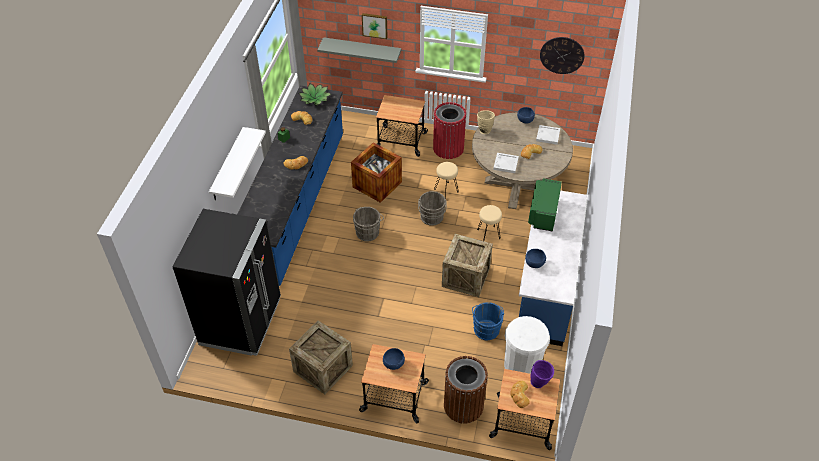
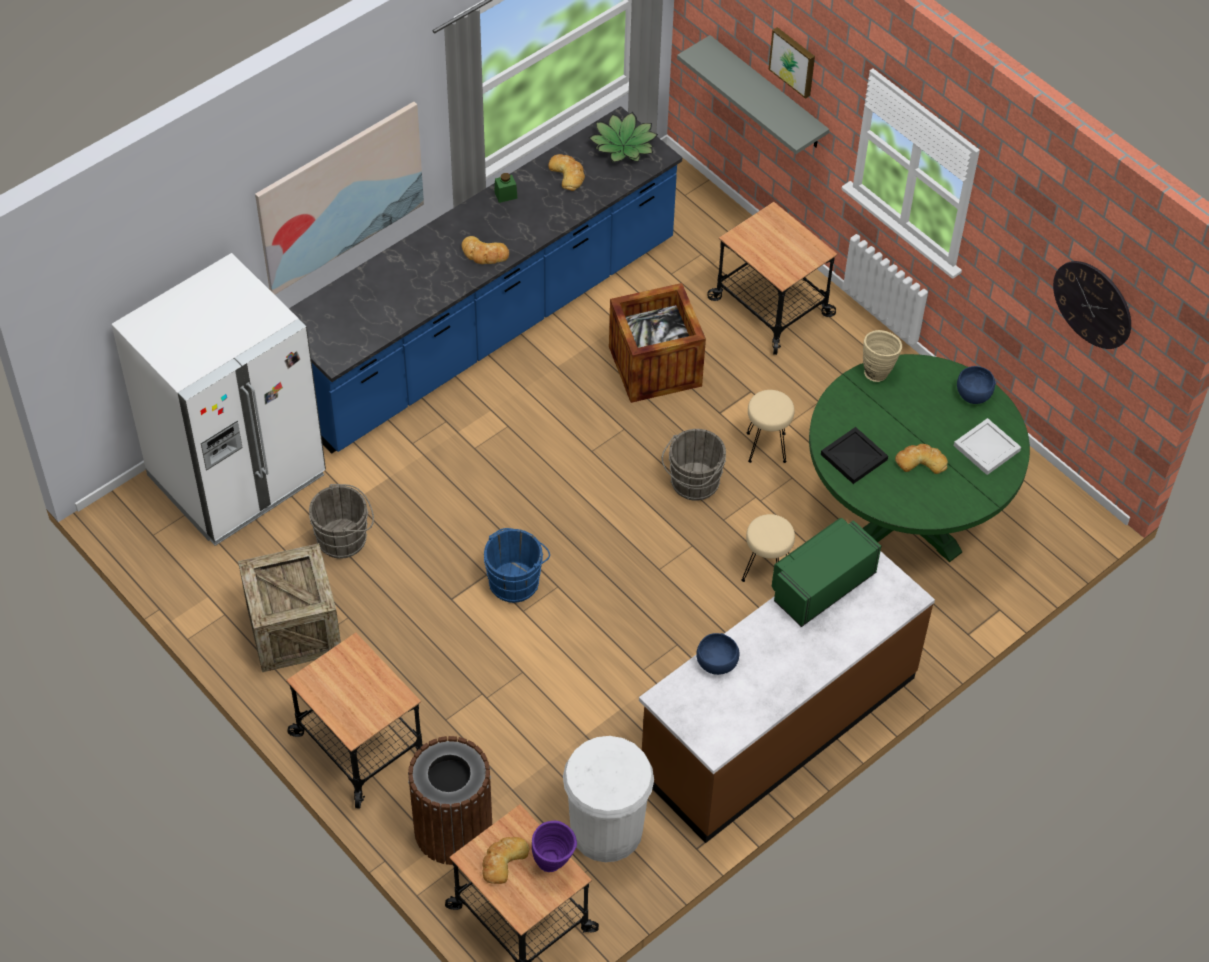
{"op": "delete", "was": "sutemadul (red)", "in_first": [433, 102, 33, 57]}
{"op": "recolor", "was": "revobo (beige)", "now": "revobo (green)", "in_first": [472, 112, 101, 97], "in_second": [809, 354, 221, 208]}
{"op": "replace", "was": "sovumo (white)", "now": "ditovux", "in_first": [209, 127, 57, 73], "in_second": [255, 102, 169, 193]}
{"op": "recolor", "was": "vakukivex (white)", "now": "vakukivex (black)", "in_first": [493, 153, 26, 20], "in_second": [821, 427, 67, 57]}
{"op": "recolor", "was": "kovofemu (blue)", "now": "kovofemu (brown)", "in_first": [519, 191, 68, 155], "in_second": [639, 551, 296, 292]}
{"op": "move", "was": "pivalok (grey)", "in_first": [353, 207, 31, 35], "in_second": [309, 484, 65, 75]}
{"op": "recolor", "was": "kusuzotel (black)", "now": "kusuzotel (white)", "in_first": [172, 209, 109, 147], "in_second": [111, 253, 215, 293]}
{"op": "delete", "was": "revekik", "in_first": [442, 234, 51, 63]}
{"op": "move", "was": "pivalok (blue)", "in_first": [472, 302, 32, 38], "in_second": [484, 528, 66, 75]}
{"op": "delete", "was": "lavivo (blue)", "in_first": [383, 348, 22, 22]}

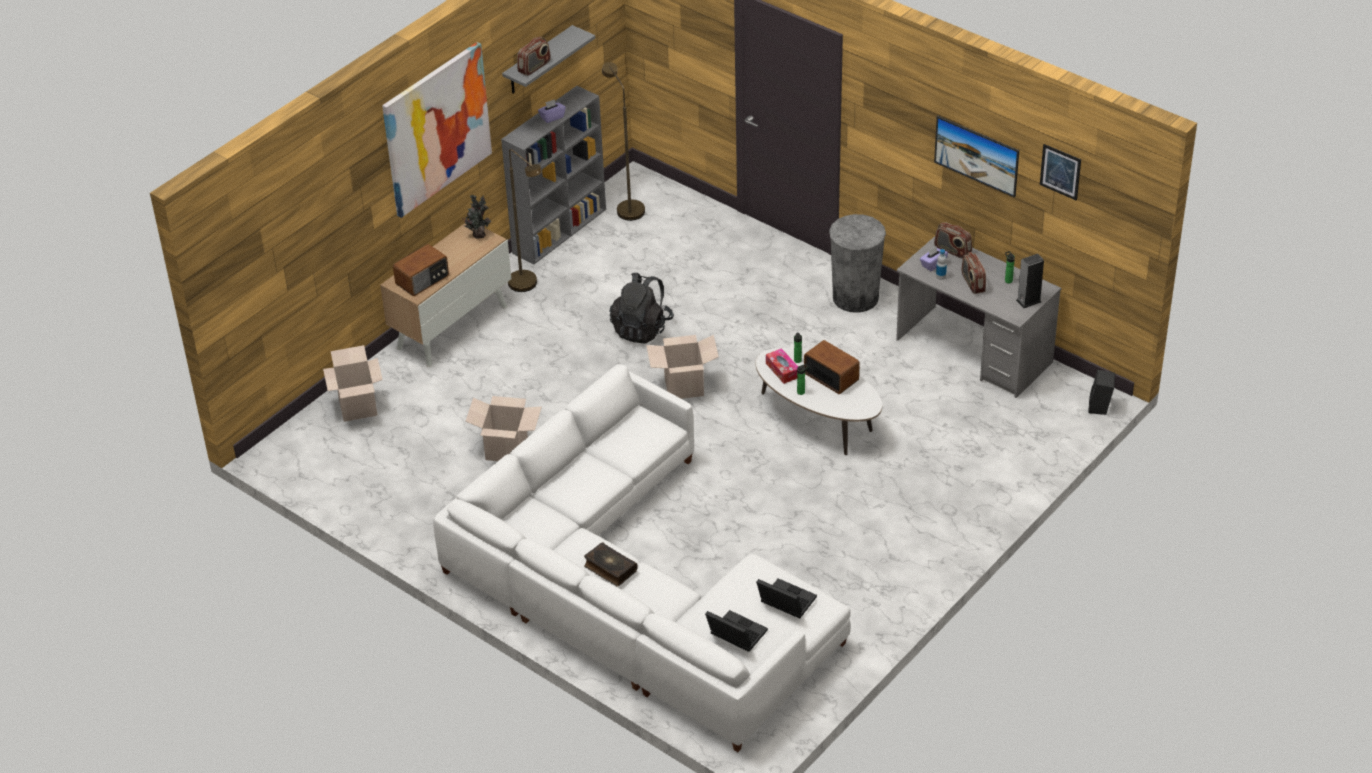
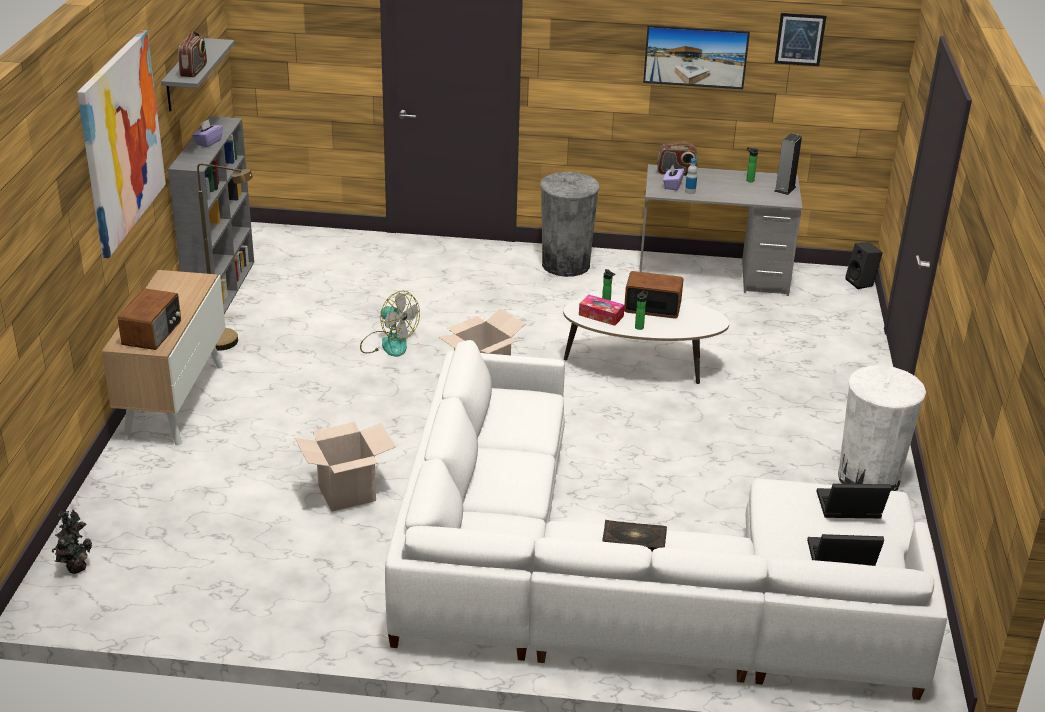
{"op": "delete", "was": "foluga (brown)", "in_first": [602, 62, 43, 159]}
{"op": "move", "was": "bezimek", "in_first": [463, 195, 28, 44], "in_second": [52, 509, 40, 65]}
{"op": "delete", "was": "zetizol", "in_first": [962, 252, 24, 42]}
{"op": "replace", "was": "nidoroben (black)", "now": "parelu", "in_first": [610, 273, 64, 71], "in_second": [360, 291, 60, 66]}
{"op": "delete", "was": "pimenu", "in_first": [323, 345, 60, 77]}
{"op": "insert", "now": "sutemadul (white)", "in_second": [838, 365, 88, 126]}

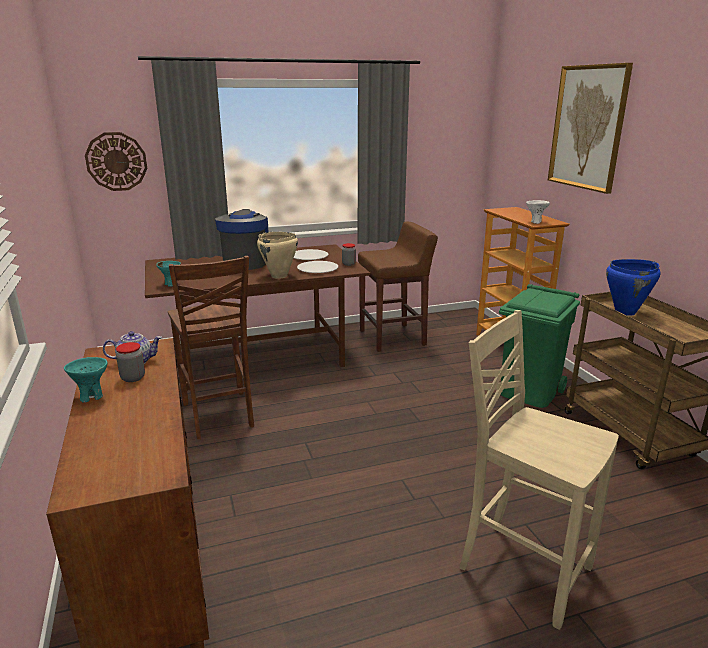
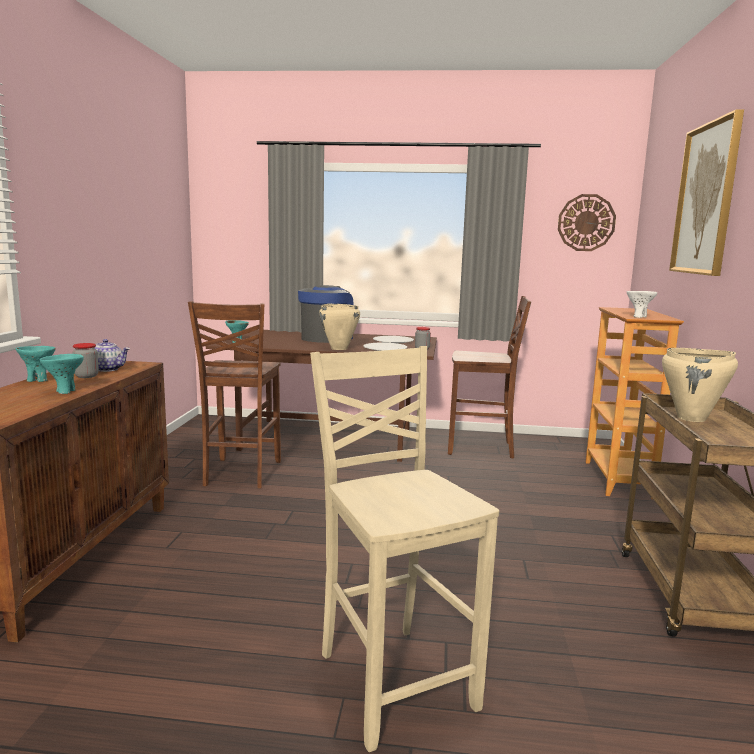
{"op": "move", "was": "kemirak", "in_first": [85, 132, 62, 59], "in_second": [558, 194, 58, 57]}
{"op": "replace", "was": "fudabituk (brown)", "now": "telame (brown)", "in_first": [358, 222, 80, 130], "in_second": [448, 296, 83, 163]}
{"op": "recolor", "was": "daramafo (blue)", "now": "daramafo (beige)", "in_first": [606, 259, 55, 57], "in_second": [662, 348, 76, 74]}
{"op": "delete", "was": "sutemadul (green)", "in_first": [499, 284, 81, 124]}
{"op": "insert", "now": "lavivo (turquoise)", "in_second": [40, 354, 44, 40]}

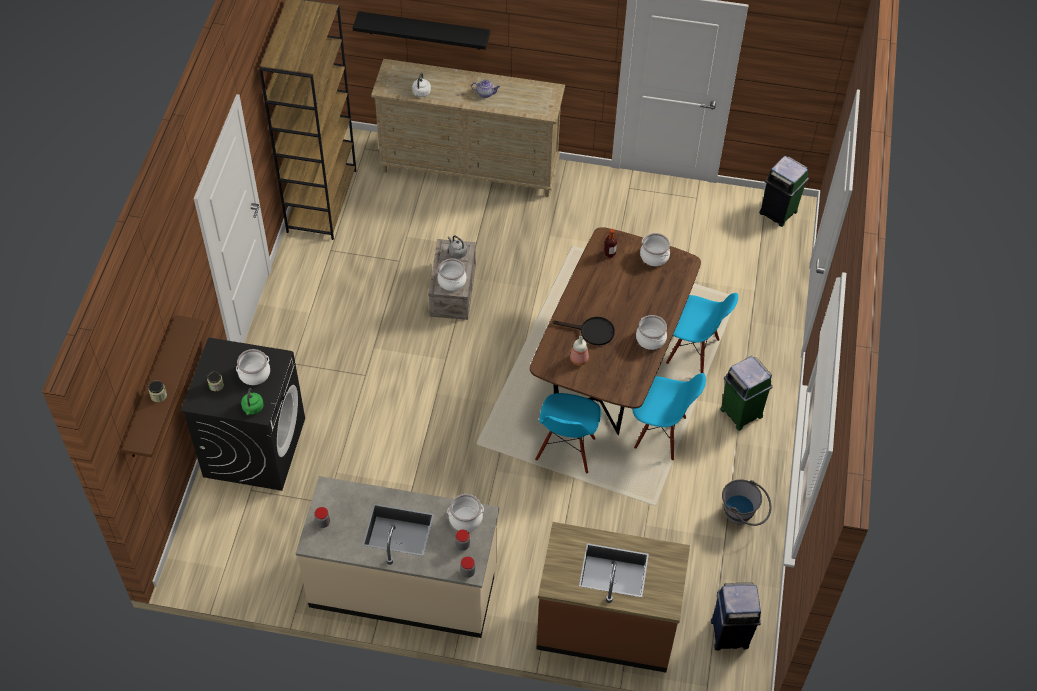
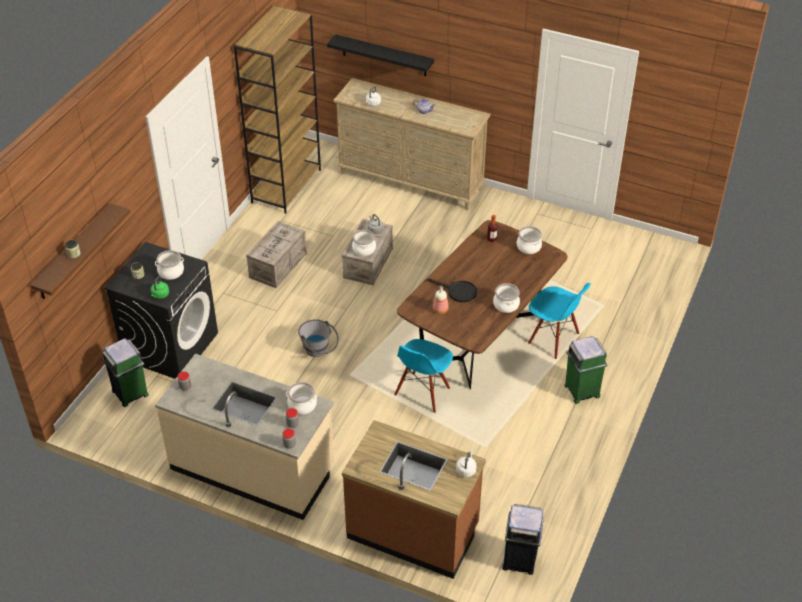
{"op": "move", "was": "sutemadul (green)", "in_first": [759, 156, 50, 71], "in_second": [102, 338, 47, 69]}
{"op": "delete", "was": "telame (blue)", "in_first": [632, 373, 74, 87]}
{"op": "move", "was": "pivalok (grey)", "in_first": [722, 479, 49, 47], "in_second": [298, 319, 41, 38]}
{"op": "insert", "now": "revekik", "in_second": [246, 221, 61, 67]}
{"op": "insert", "now": "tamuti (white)", "in_second": [456, 451, 21, 26]}

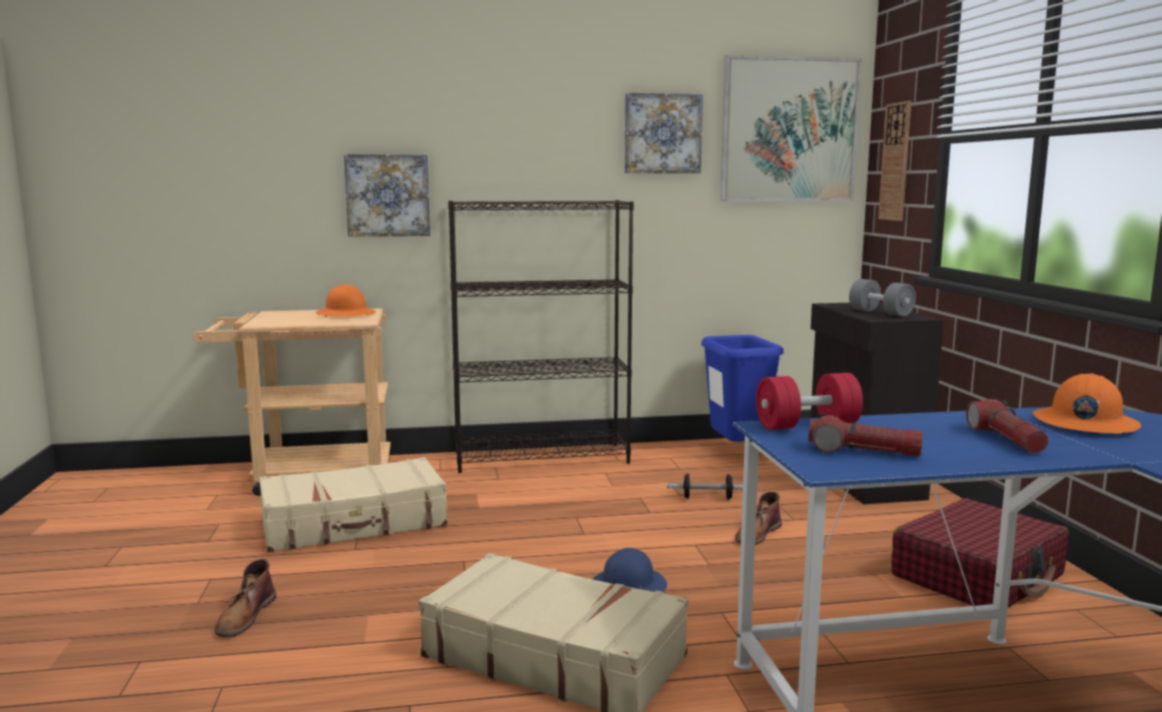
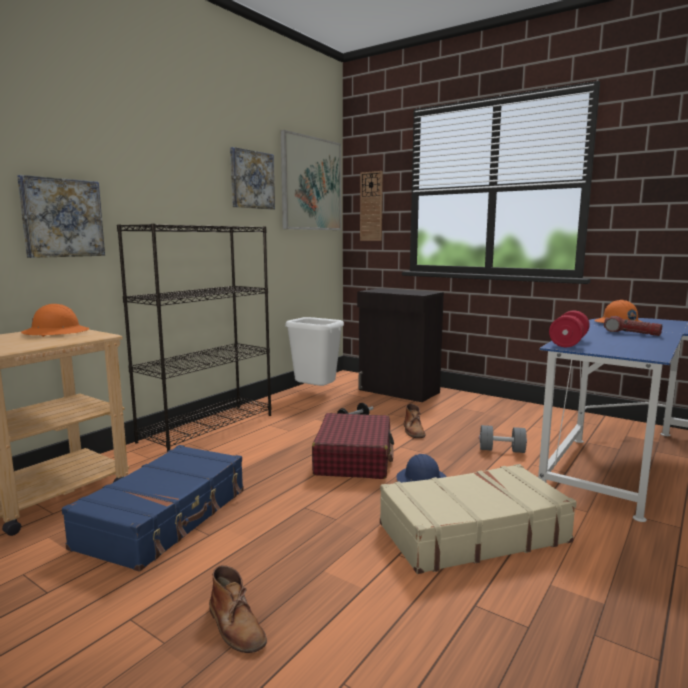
{"op": "move", "was": "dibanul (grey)", "in_first": [849, 279, 67, 38], "in_second": [479, 425, 48, 28]}
{"op": "recolor", "was": "sutemadul (blue)", "now": "sutemadul (white)", "in_first": [701, 335, 83, 107], "in_second": [285, 317, 59, 69]}
{"op": "delete", "was": "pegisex", "in_first": [809, 414, 114, 43]}
{"op": "recolor", "was": "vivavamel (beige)", "now": "vivavamel (blue)", "in_first": [259, 457, 189, 96], "in_second": [62, 445, 182, 127]}
{"op": "move", "was": "vivavamel (red)", "in_first": [891, 498, 177, 109], "in_second": [312, 413, 82, 66]}

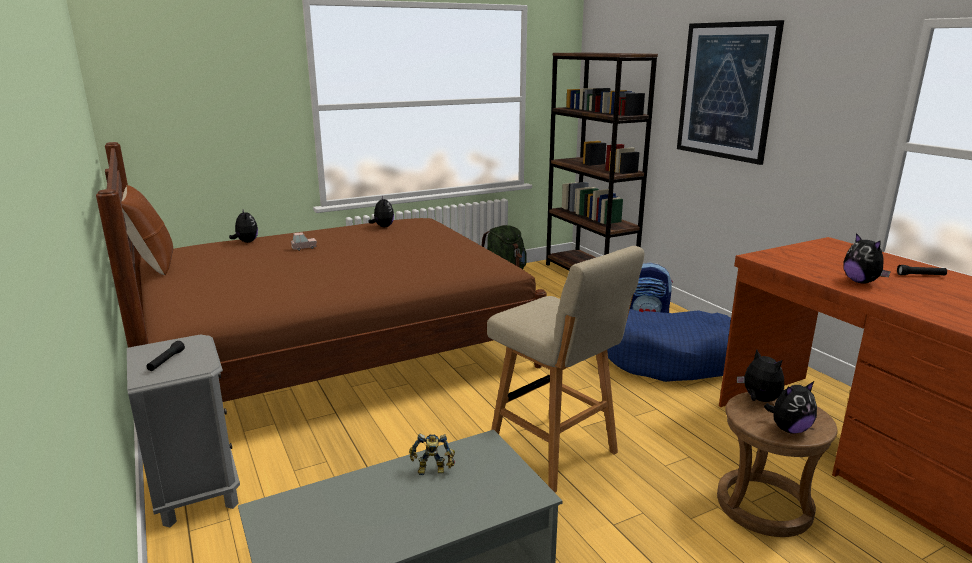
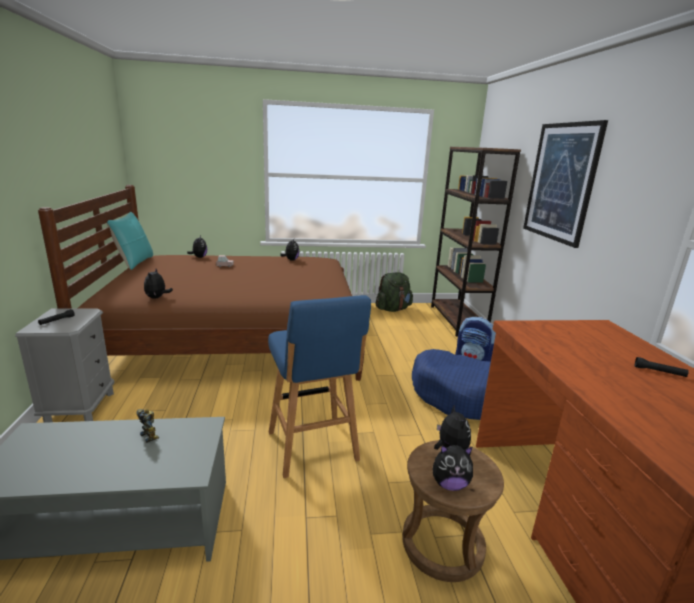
{"op": "recolor", "was": "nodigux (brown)", "now": "nodigux (turquoise)", "in_first": [121, 185, 52, 90], "in_second": [107, 212, 46, 58]}
{"op": "move", "was": "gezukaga", "in_first": [843, 233, 48, 51], "in_second": [144, 269, 29, 30]}
{"op": "recolor", "was": "fudabituk (beige)", "now": "fudabituk (blue)", "in_first": [487, 246, 157, 246], "in_second": [268, 295, 103, 183]}
{"op": "rotate", "was": "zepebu", "in_first": [409, 434, 46, 41], "in_second": [136, 409, 23, 34], "clockwise": -150}

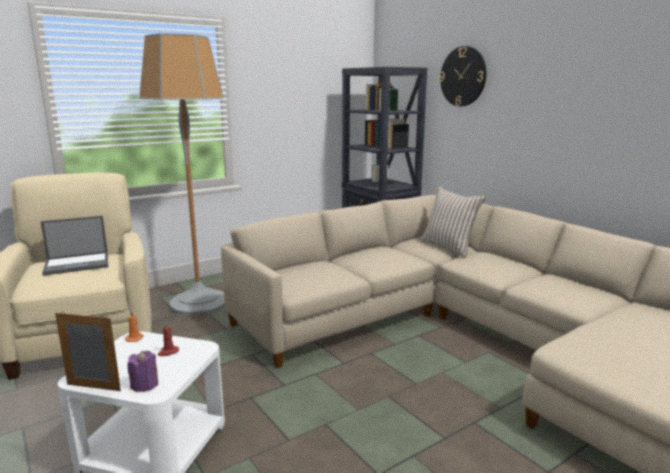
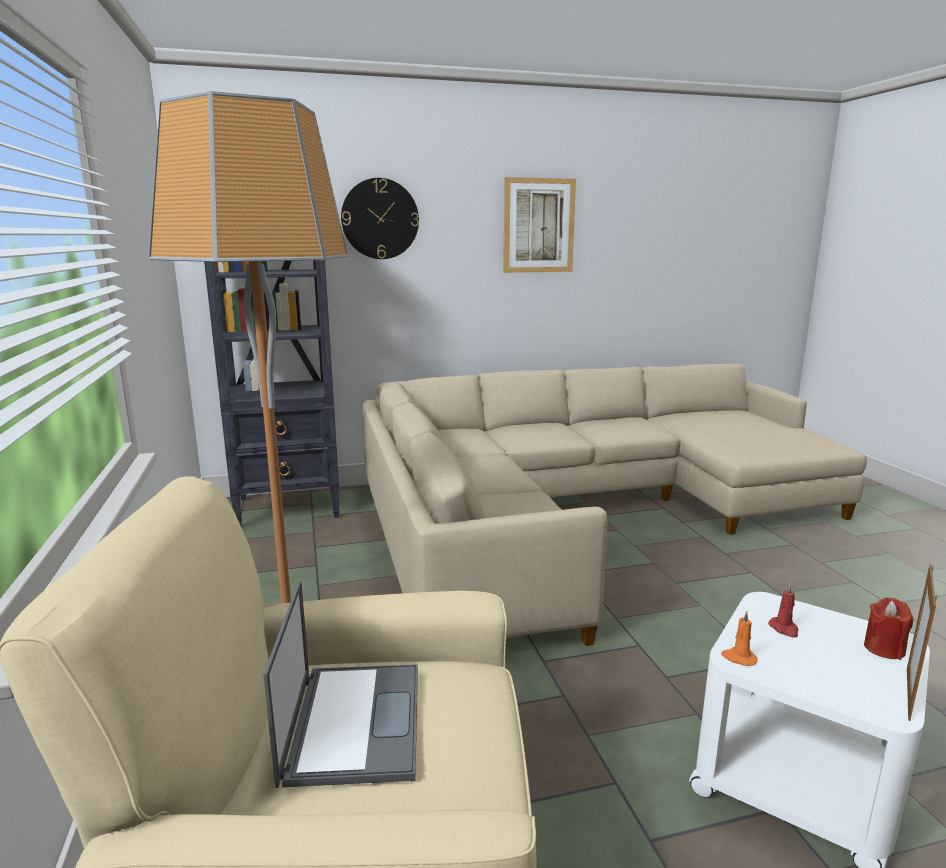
{"op": "delete", "was": "nodigux (beige)", "in_first": [420, 186, 66, 72]}
{"op": "recolor", "was": "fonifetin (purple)", "now": "fonifetin (red)", "in_first": [127, 351, 31, 41], "in_second": [864, 598, 49, 62]}
{"op": "insert", "now": "ditovux", "in_second": [503, 177, 73, 96]}

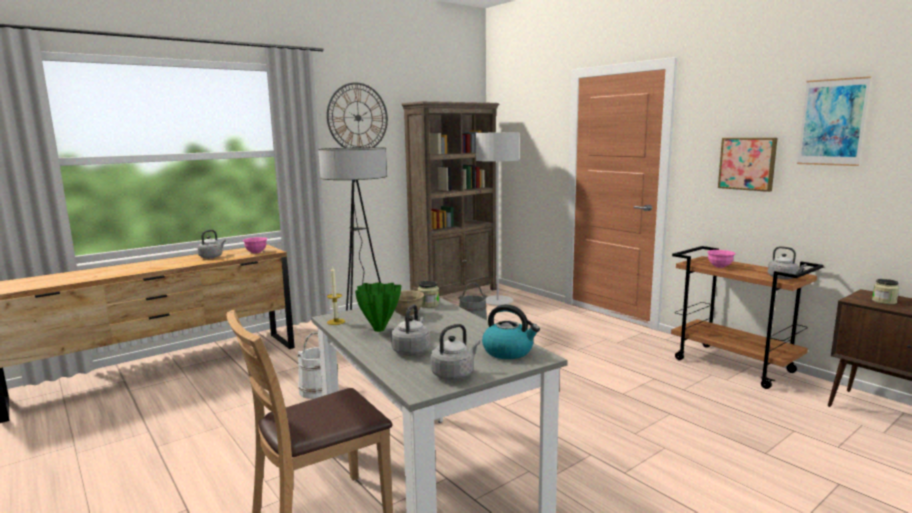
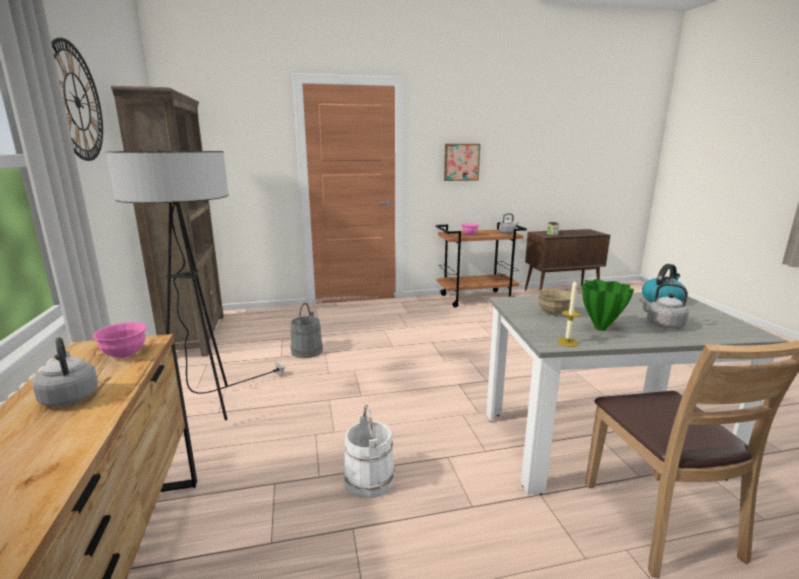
{"op": "delete", "was": "ditovux", "in_first": [797, 76, 74, 90]}
{"op": "delete", "was": "foluga (grey)", "in_first": [476, 132, 44, 173]}
{"op": "delete", "was": "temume", "in_first": [417, 281, 22, 27]}
{"op": "delete", "was": "tamuti (grey)", "in_first": [431, 324, 49, 56]}

